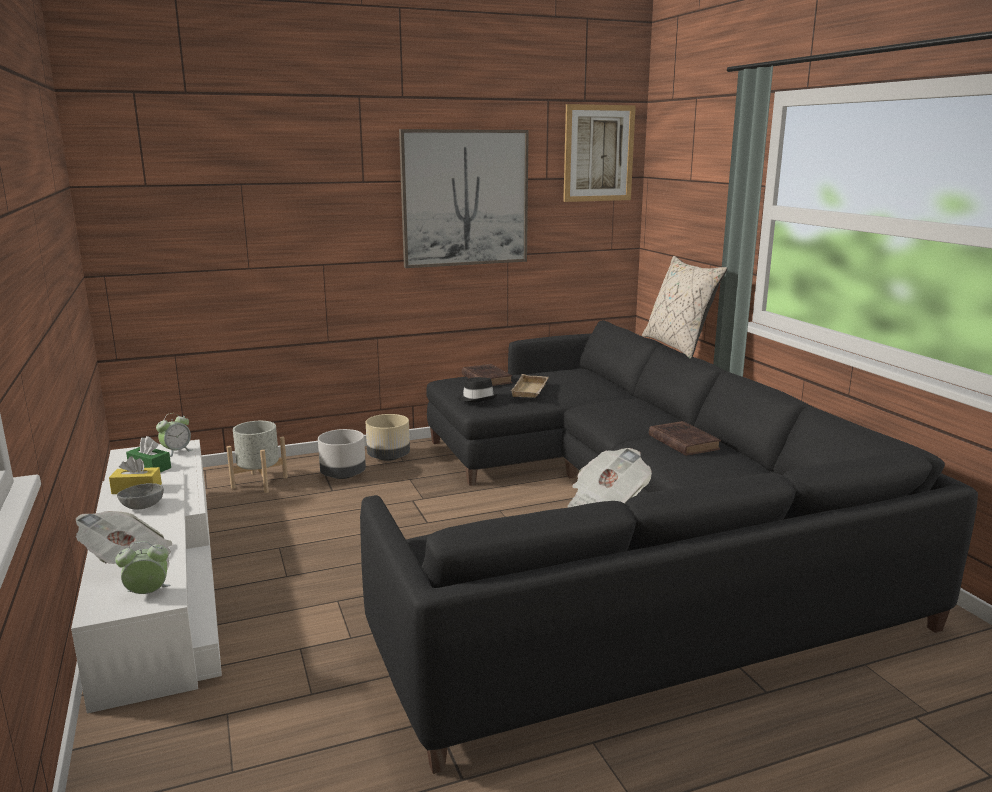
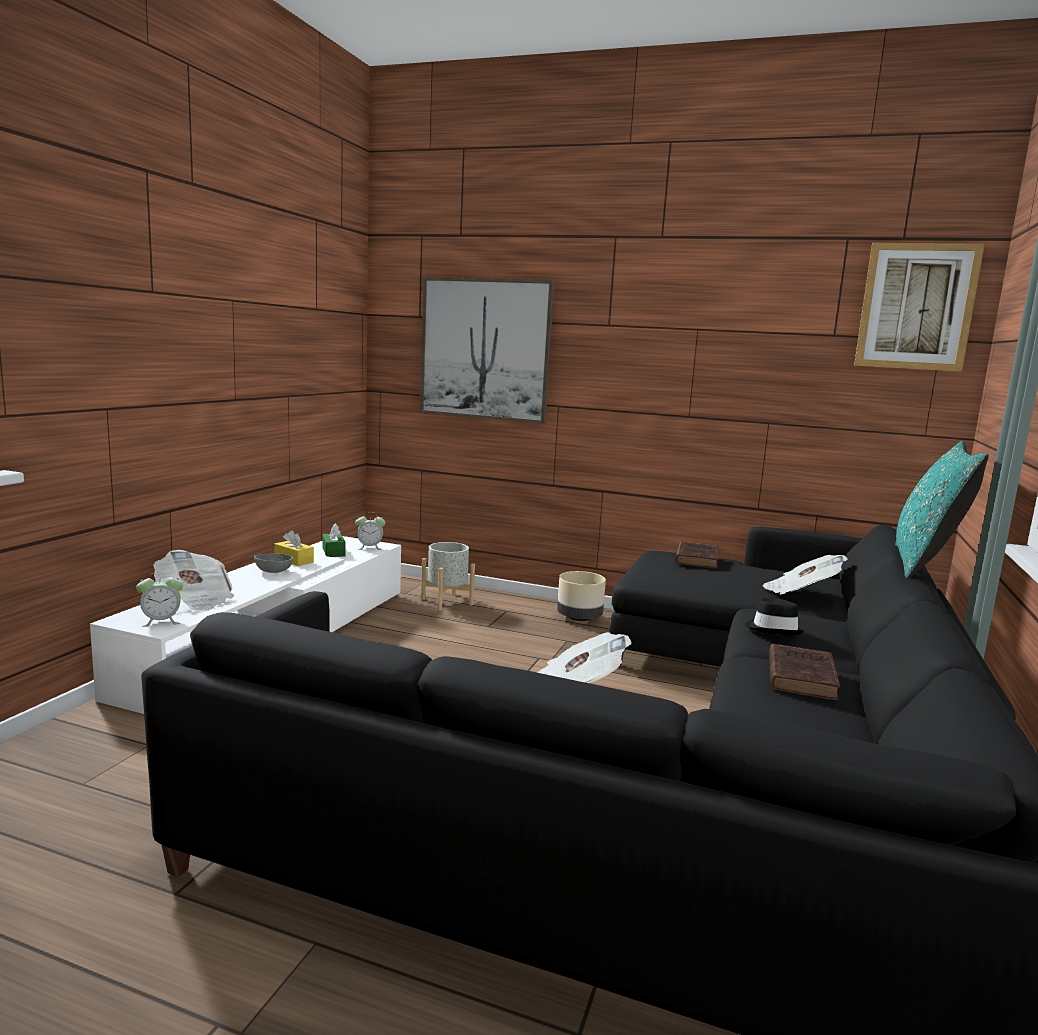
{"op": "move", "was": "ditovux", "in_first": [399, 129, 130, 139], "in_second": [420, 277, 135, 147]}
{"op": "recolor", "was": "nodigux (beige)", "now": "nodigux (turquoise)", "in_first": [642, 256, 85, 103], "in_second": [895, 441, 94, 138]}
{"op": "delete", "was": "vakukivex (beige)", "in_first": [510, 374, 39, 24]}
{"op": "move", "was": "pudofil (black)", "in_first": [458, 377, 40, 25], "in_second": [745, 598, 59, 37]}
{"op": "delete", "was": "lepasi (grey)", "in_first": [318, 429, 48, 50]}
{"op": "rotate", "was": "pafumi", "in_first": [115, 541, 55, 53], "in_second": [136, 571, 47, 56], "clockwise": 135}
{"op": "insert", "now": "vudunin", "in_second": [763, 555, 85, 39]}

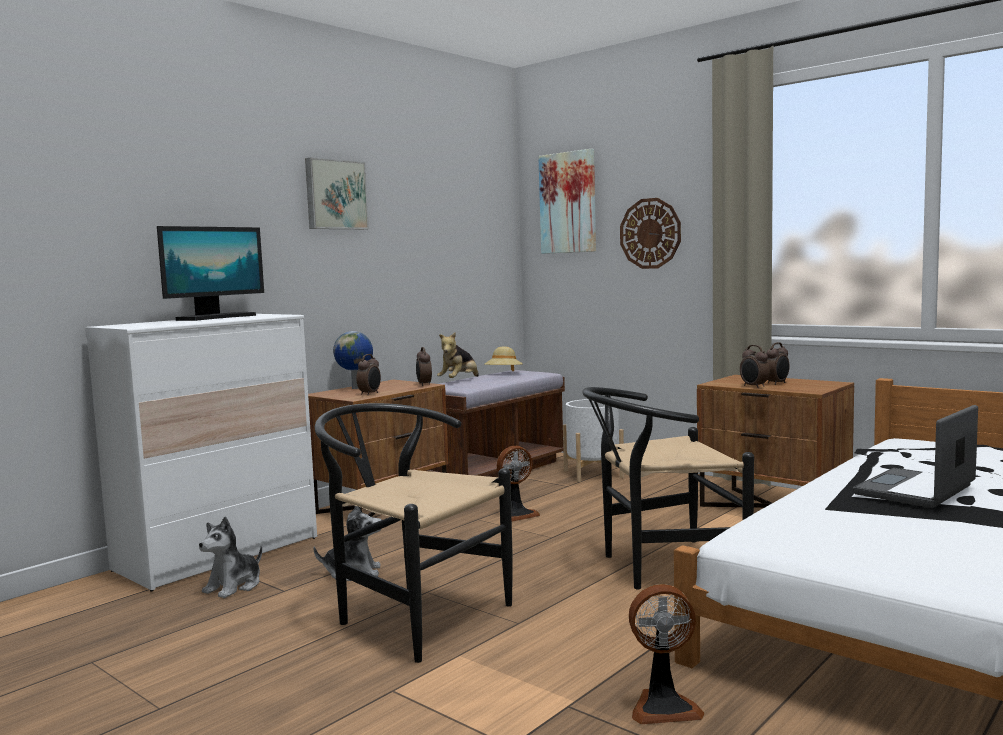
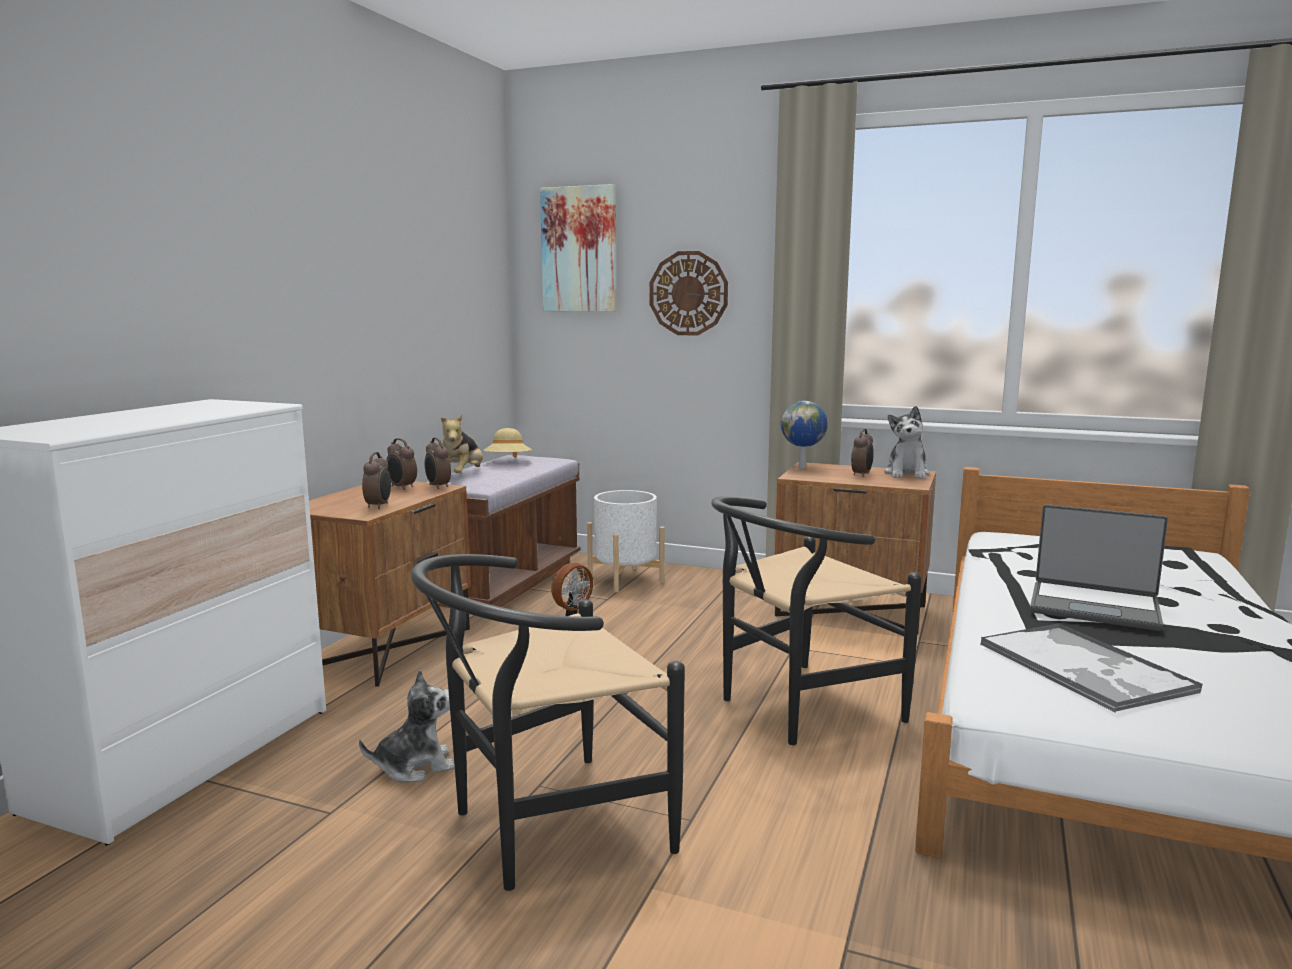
{"op": "delete", "was": "ditovux", "in_first": [305, 158, 64, 71]}
{"op": "delete", "was": "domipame", "in_first": [157, 226, 107, 95]}
{"op": "move", "was": "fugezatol", "in_first": [333, 331, 40, 58], "in_second": [781, 401, 47, 67]}
{"op": "move", "was": "pafumi", "in_first": [740, 345, 30, 43], "in_second": [386, 438, 31, 52]}
{"op": "rotate", "was": "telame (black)", "in_first": [315, 403, 198, 260], "in_second": [411, 554, 274, 337], "clockwise": -45}
{"op": "rotate", "was": "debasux", "in_first": [853, 405, 125, 103], "in_second": [1030, 504, 138, 127], "clockwise": -90}
{"op": "move", "was": "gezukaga", "in_first": [199, 516, 63, 82], "in_second": [884, 406, 46, 73]}
{"op": "delete", "was": "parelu", "in_first": [629, 584, 75, 140]}
{"op": "insert", "now": "vakukivex", "in_second": [980, 623, 223, 90]}

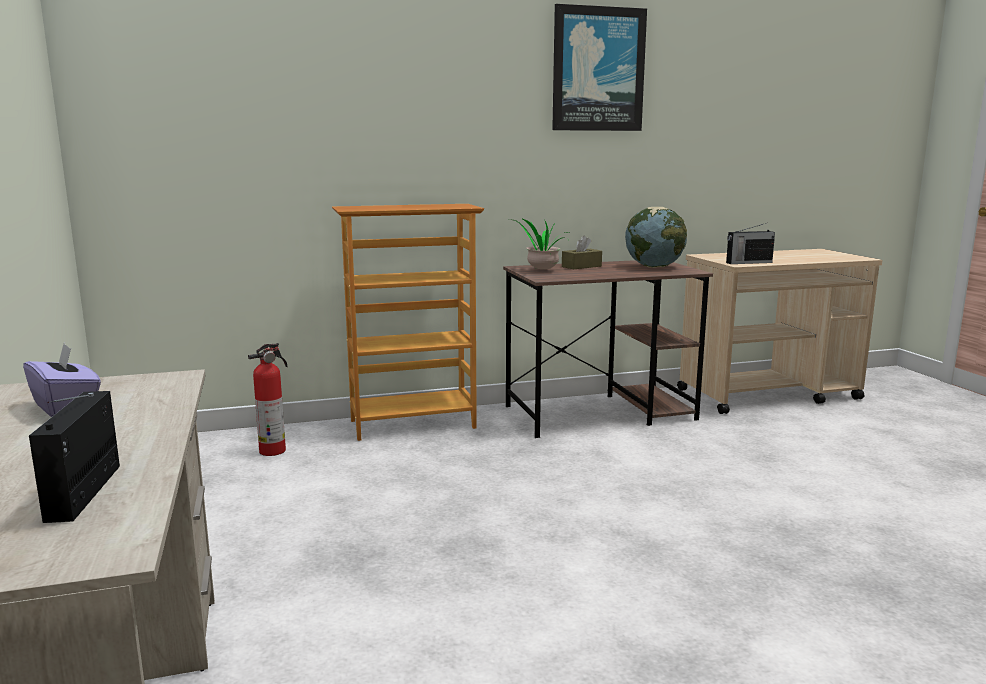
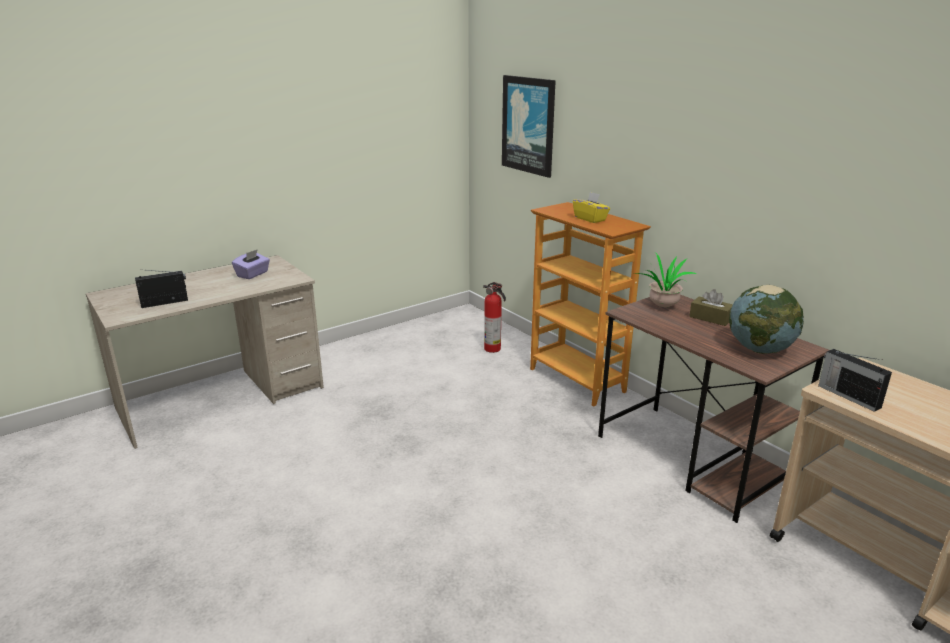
{"op": "move", "was": "ditovux", "in_first": [552, 4, 95, 127], "in_second": [502, 75, 54, 103]}
{"op": "insert", "now": "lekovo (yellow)", "in_second": [573, 192, 37, 31]}

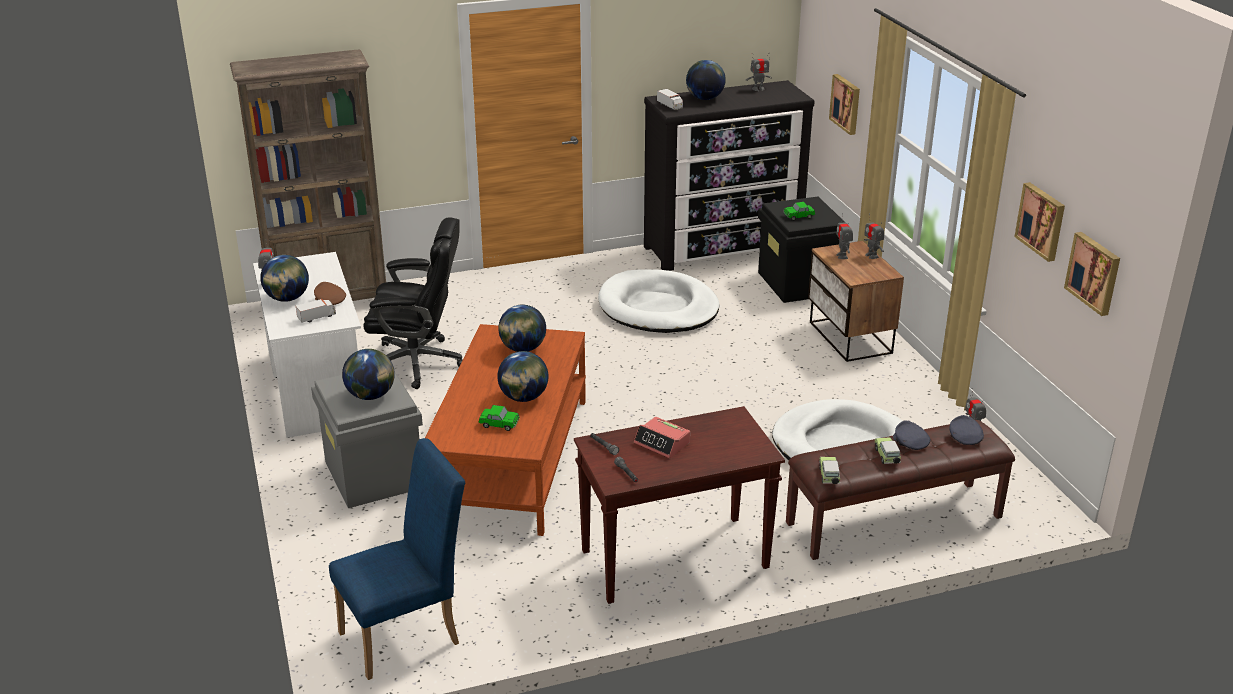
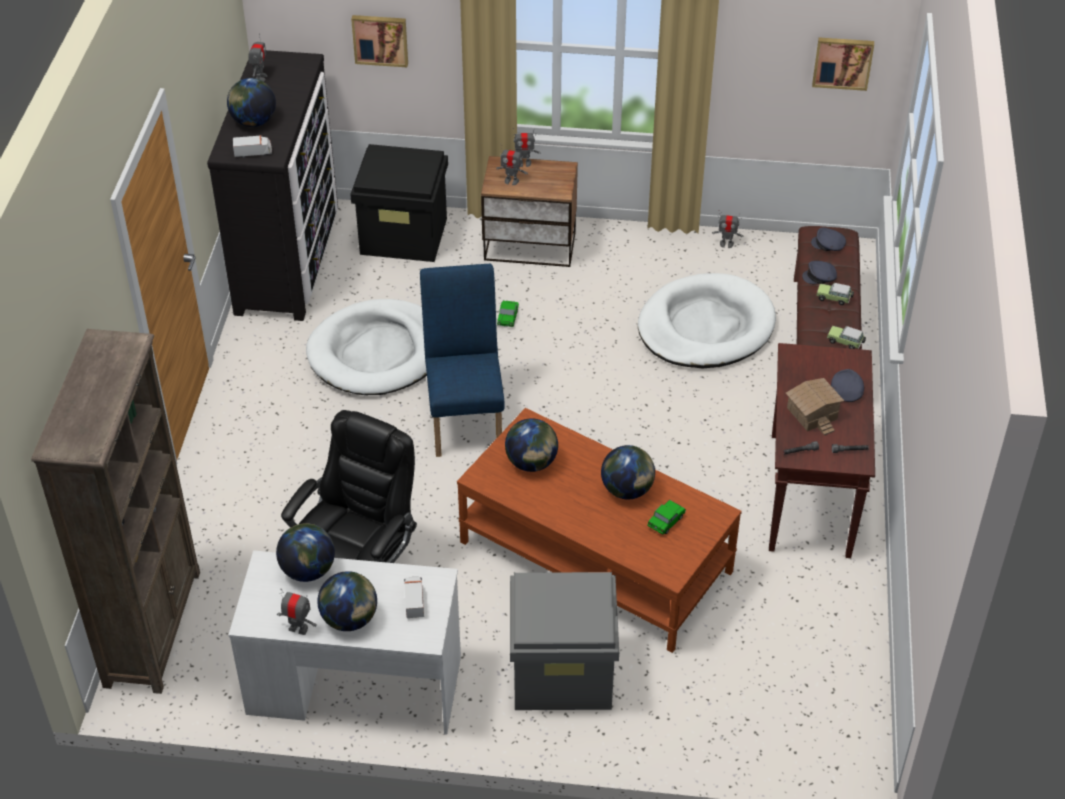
{"op": "delete", "was": "ditovux", "in_first": [1014, 182, 51, 80]}
{"op": "move", "was": "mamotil", "in_first": [783, 202, 32, 19], "in_second": [497, 301, 22, 26]}
{"op": "delete", "was": "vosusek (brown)", "in_first": [314, 282, 32, 23]}
{"op": "move", "was": "fugezatol", "in_first": [342, 349, 53, 51], "in_second": [276, 523, 59, 59]}
{"op": "replace", "was": "pafumi", "now": "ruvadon", "in_first": [634, 417, 56, 41], "in_second": [786, 378, 58, 57]}
{"op": "move", "was": "telame (blue)", "in_first": [329, 438, 136, 242], "in_second": [420, 263, 85, 194]}
{"op": "insert", "now": "vosusek (grey)", "in_second": [831, 369, 33, 33]}

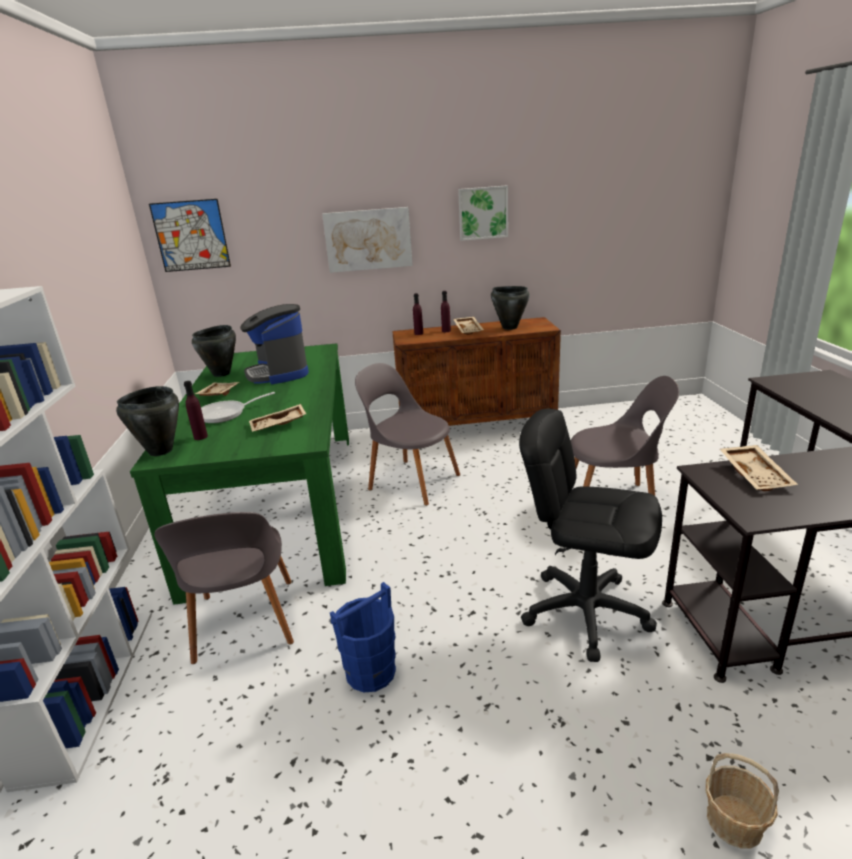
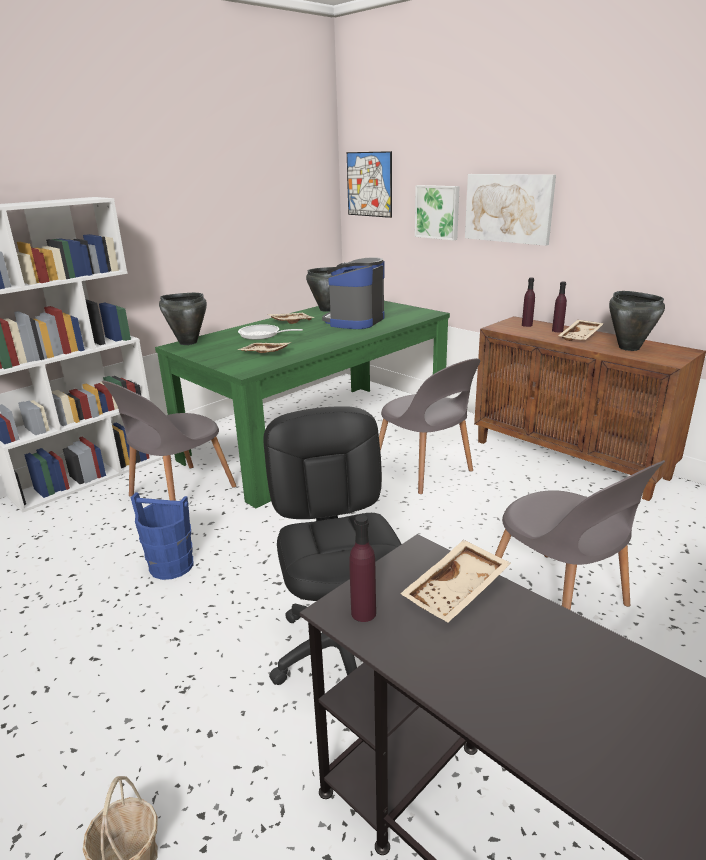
{"op": "move", "was": "ditovux", "in_first": [458, 185, 50, 56], "in_second": [415, 185, 45, 56]}
{"op": "rotate", "was": "telame (grey)", "in_first": [355, 363, 105, 143], "in_second": [379, 358, 101, 136], "clockwise": 150}
{"op": "move", "was": "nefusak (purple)", "in_first": [184, 381, 24, 59], "in_second": [349, 515, 27, 107]}

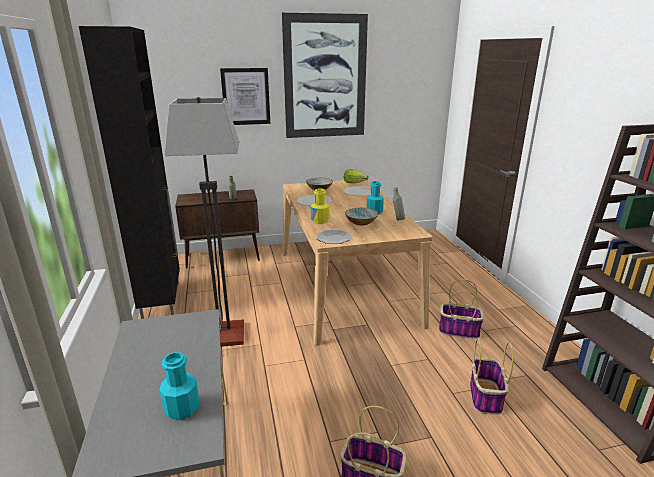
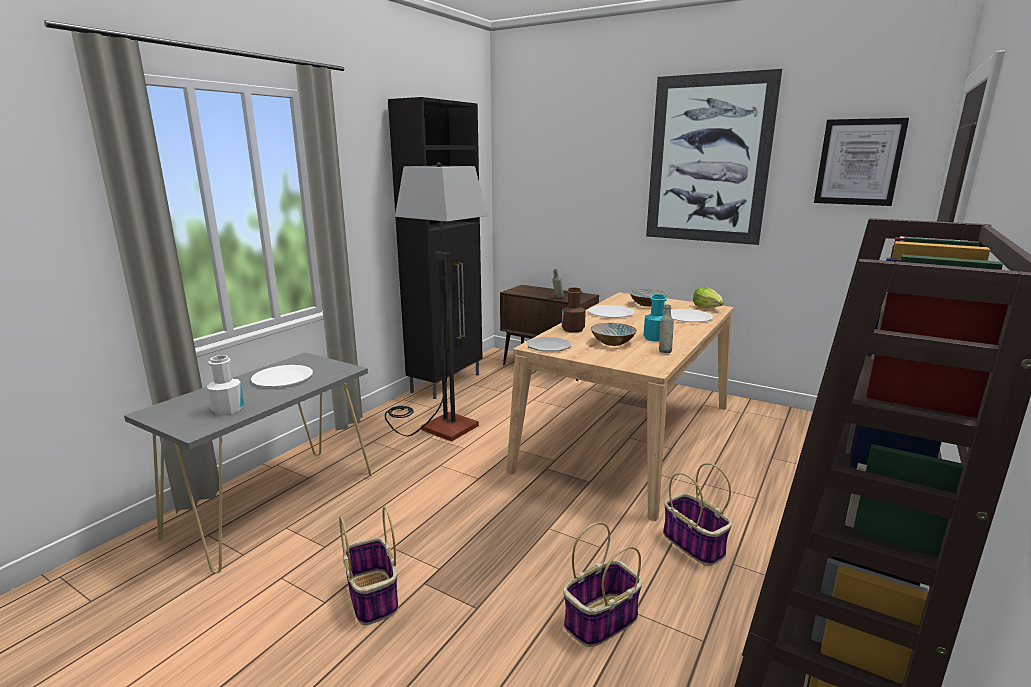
{"op": "move", "was": "ditovux", "in_first": [220, 68, 50, 57], "in_second": [814, 118, 95, 88]}
{"op": "recolor", "was": "nefusak (yellow)", "now": "nefusak (brown)", "in_first": [311, 189, 18, 35], "in_second": [562, 287, 24, 46]}
{"op": "recolor", "was": "nefusak (turquoise)", "now": "nefusak (white)", "in_first": [159, 352, 40, 68], "in_second": [206, 355, 38, 60]}
{"op": "insert", "now": "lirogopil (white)", "in_second": [251, 365, 62, 22]}

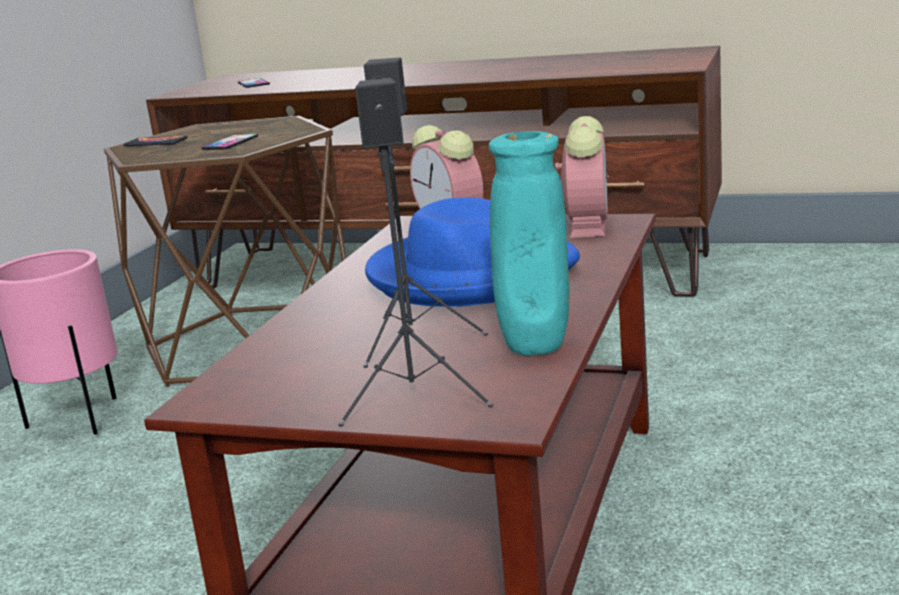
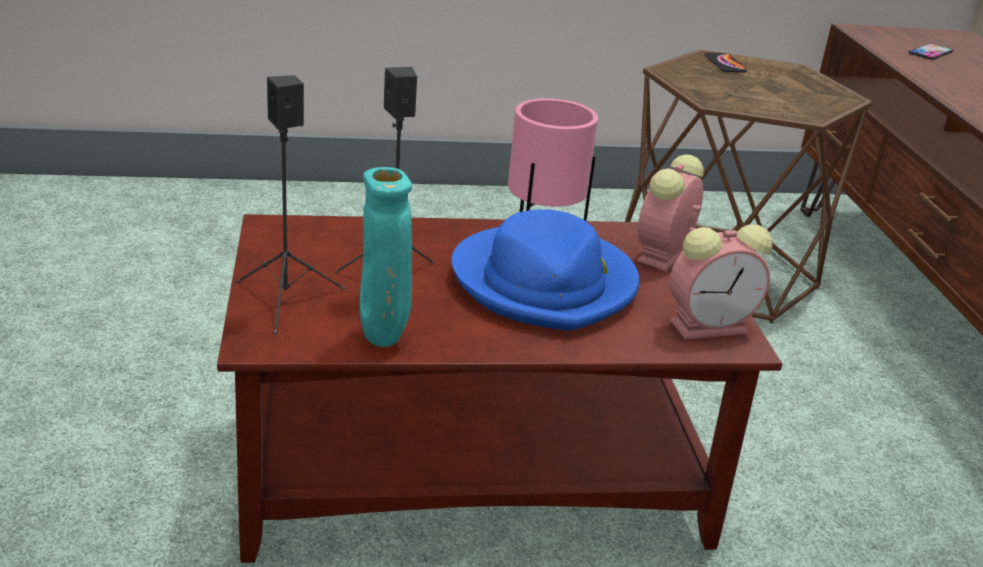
{"op": "delete", "was": "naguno", "in_first": [201, 134, 57, 16]}

